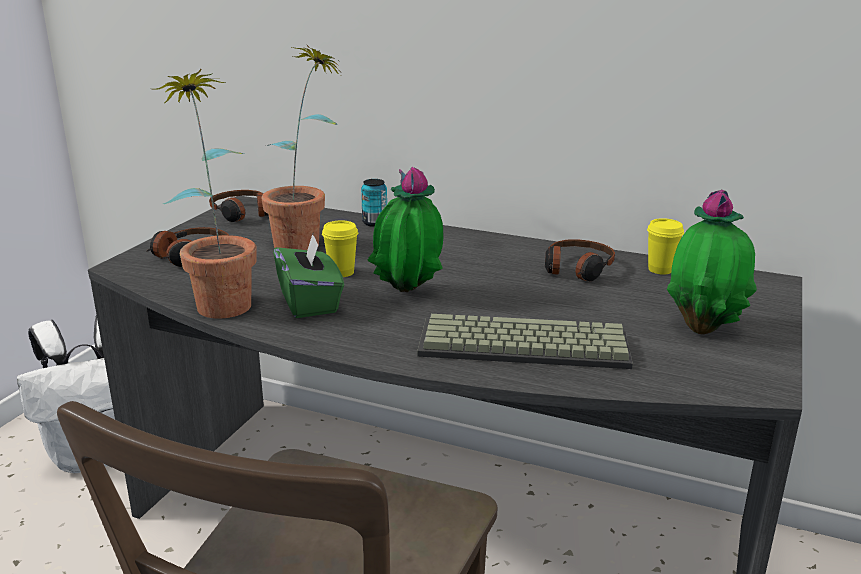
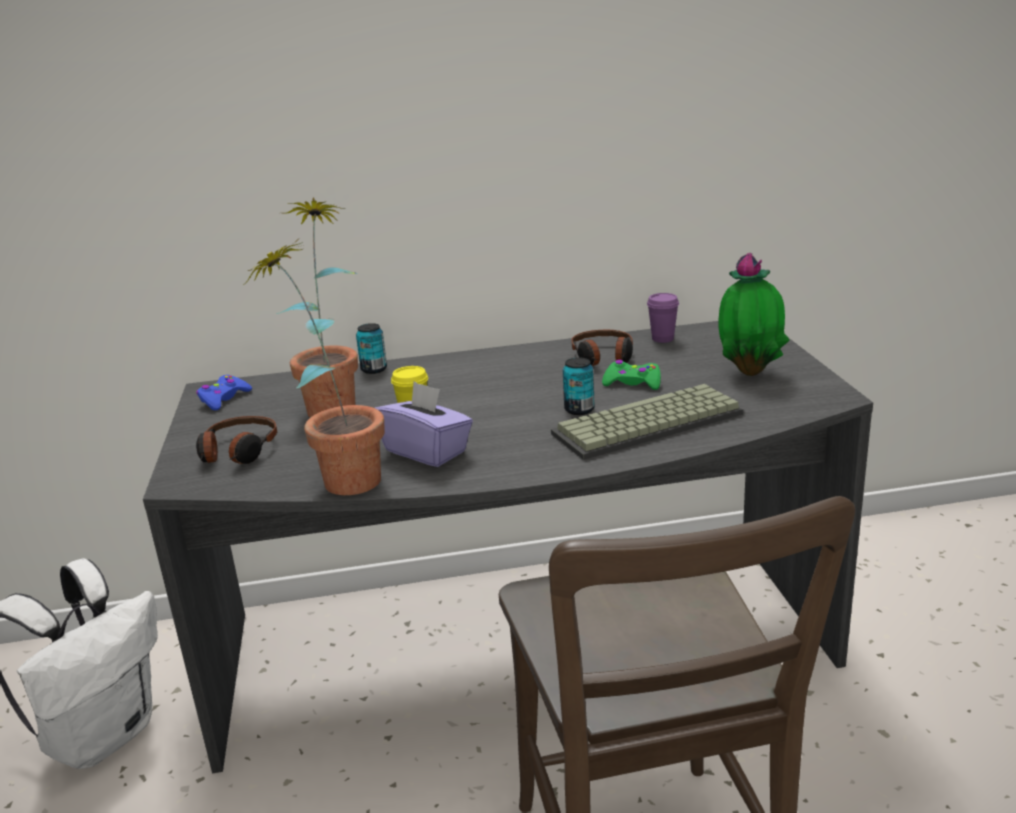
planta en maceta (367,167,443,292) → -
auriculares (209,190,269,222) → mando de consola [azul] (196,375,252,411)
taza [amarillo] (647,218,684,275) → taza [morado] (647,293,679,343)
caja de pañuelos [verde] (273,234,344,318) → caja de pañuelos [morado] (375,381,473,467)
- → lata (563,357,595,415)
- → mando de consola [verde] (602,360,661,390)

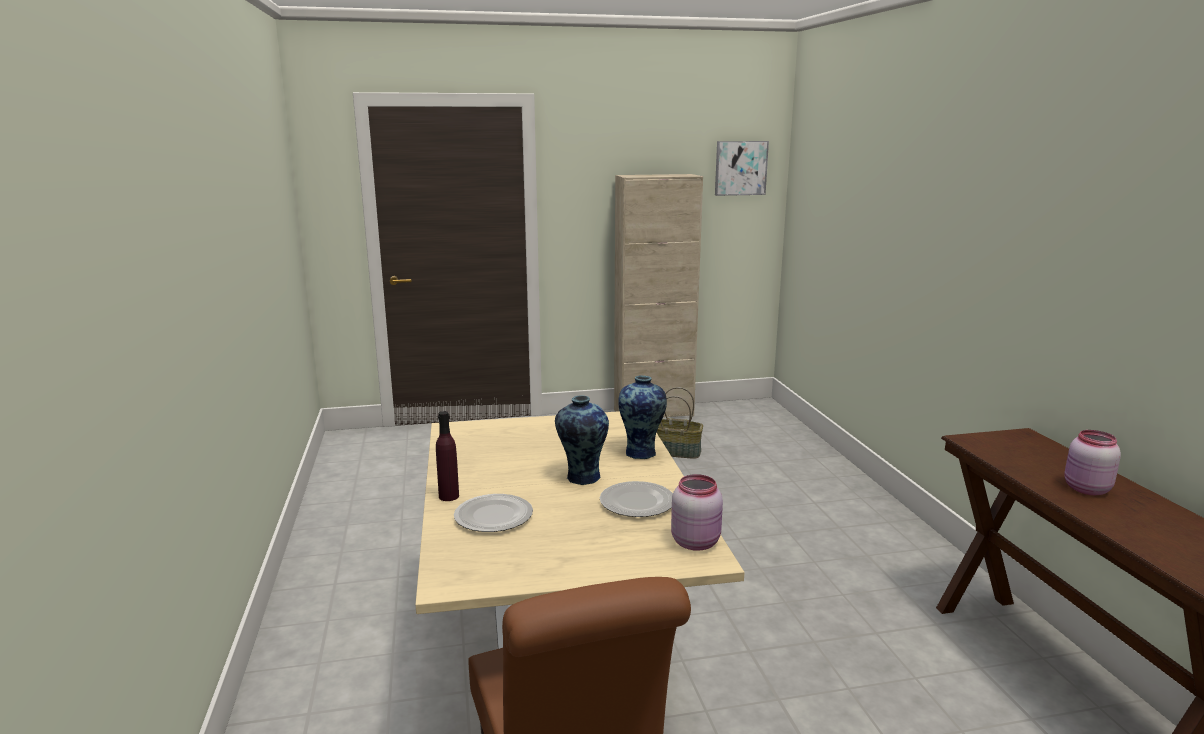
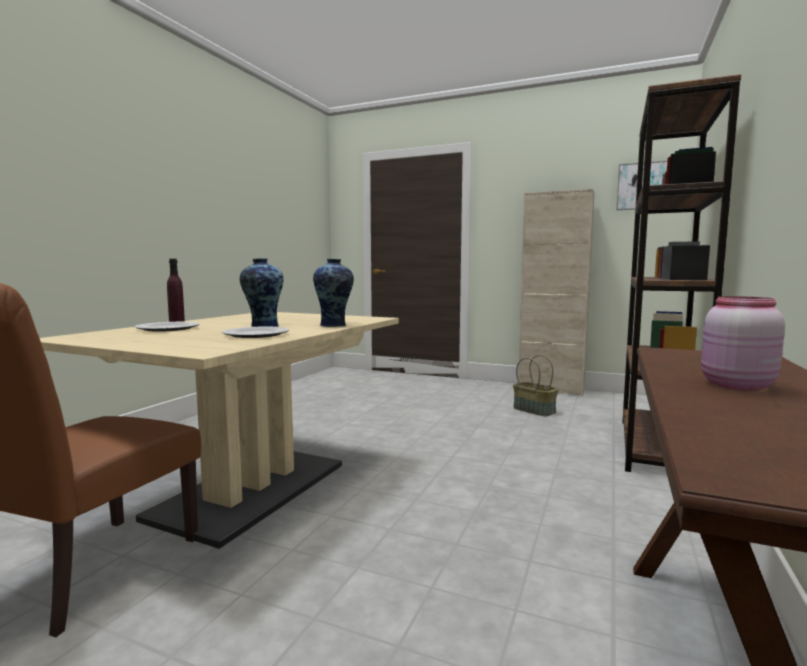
tarro [rosa] (671,474,723,551) → -
- → estantería [marrón] (622,74,741,472)

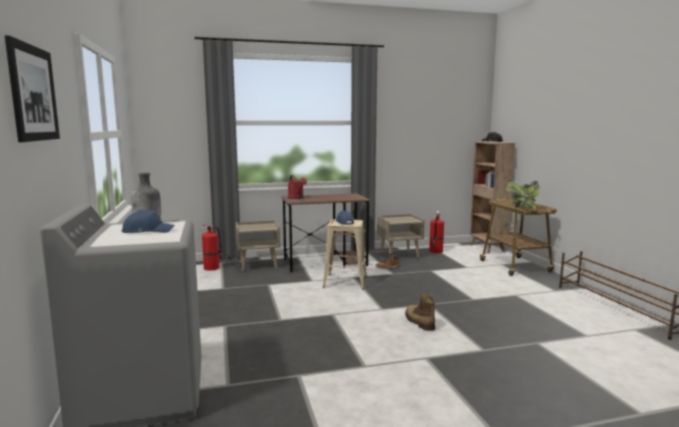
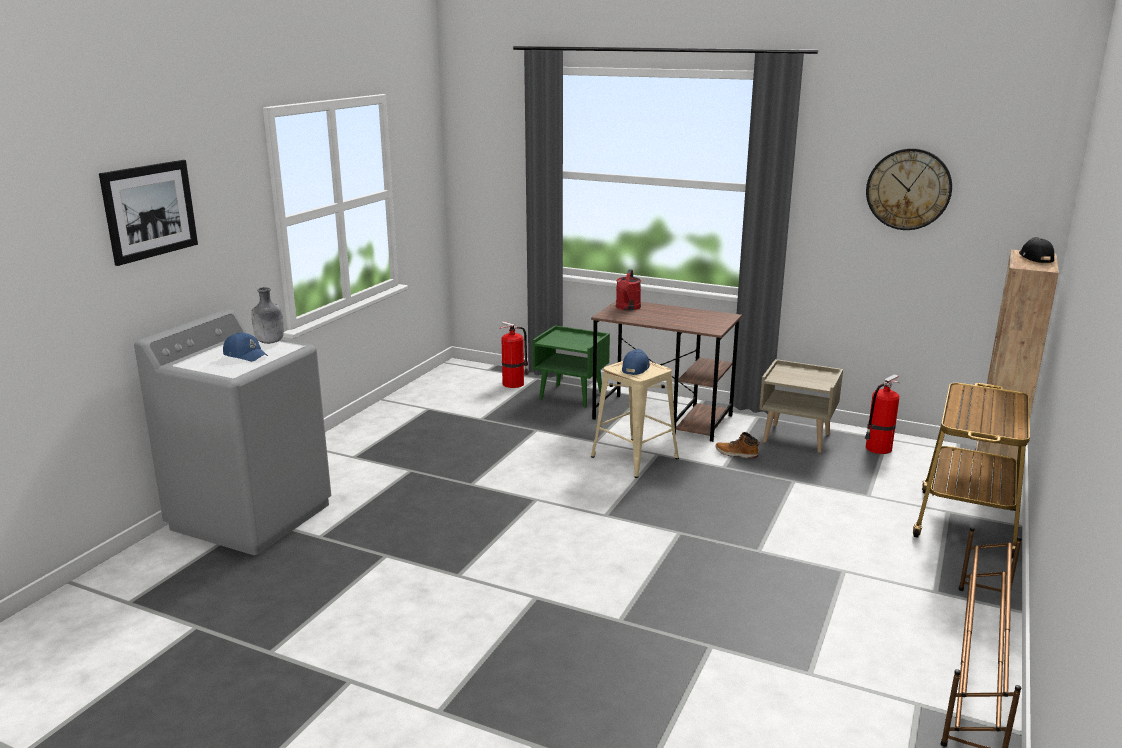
planta en maceta (506,180,540,209) → -
mesita de noche [beis] (236,220,280,271) → mesita de noche [verde] (533,326,610,408)
bota (405,294,435,331) → -
- → reloj de pared (866,148,952,230)

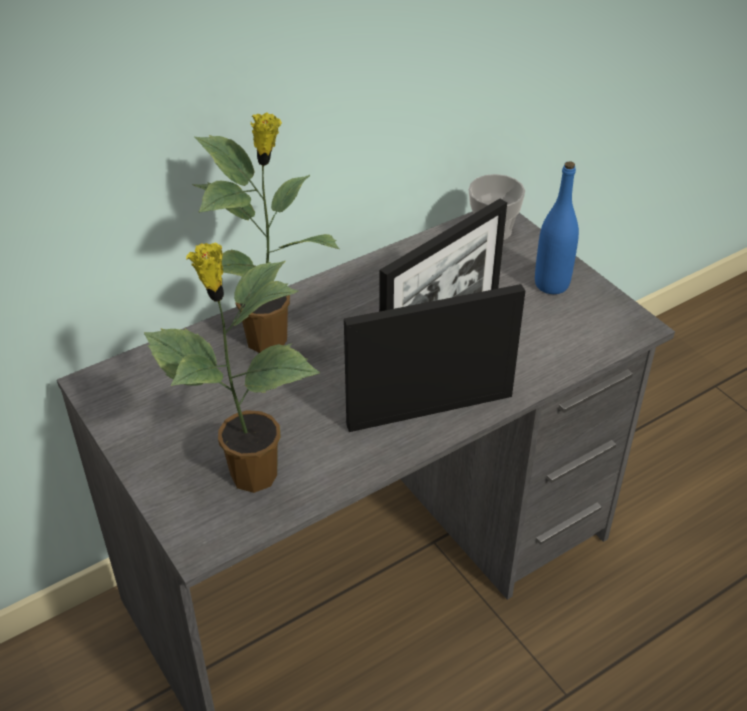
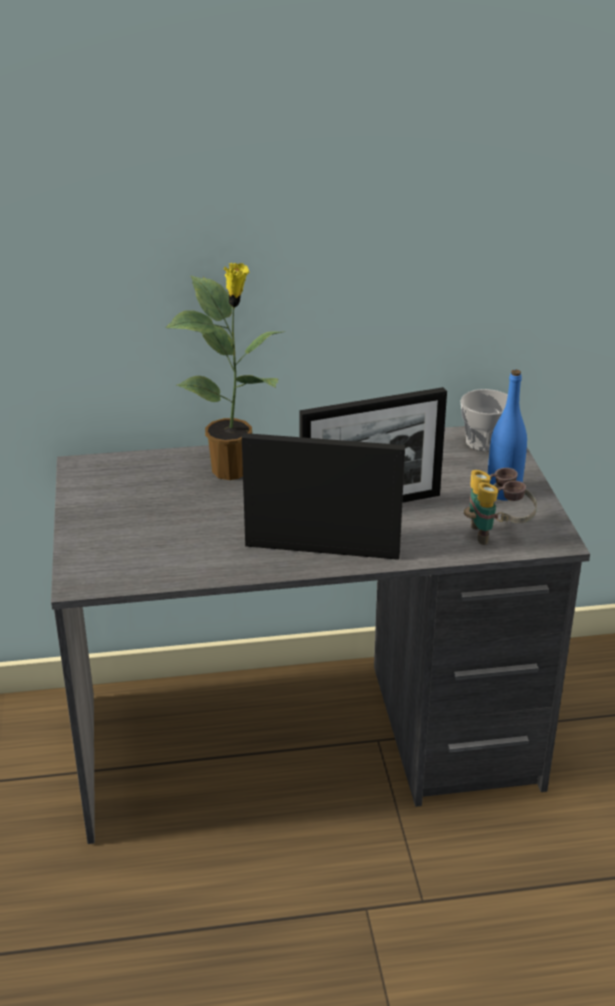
planta en maceta (144,243,320,493) → -
- → prismáticos (464,468,537,545)

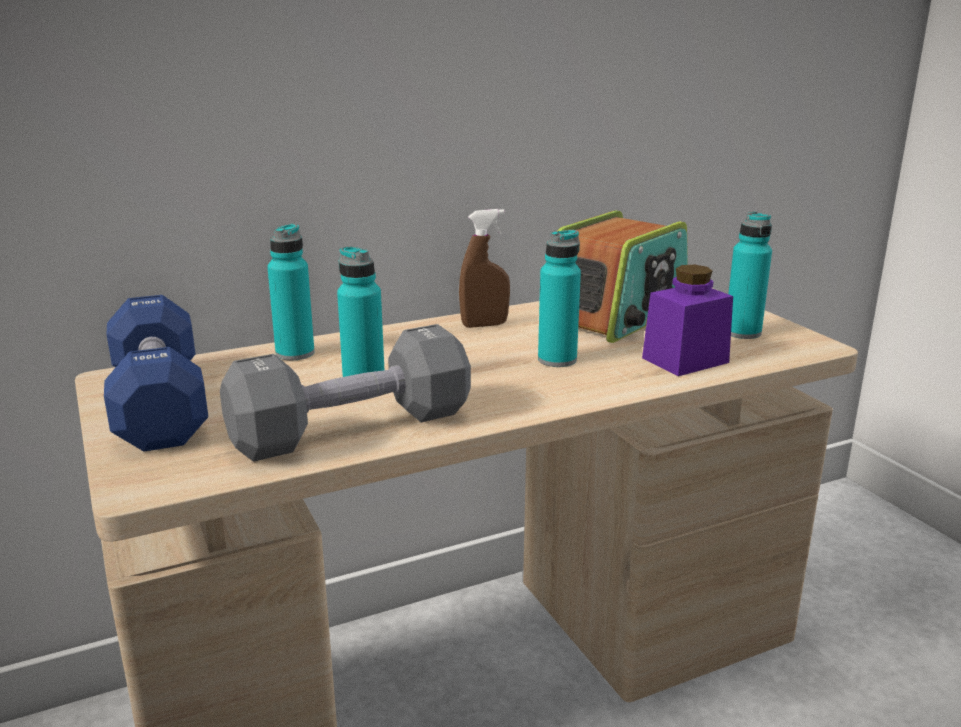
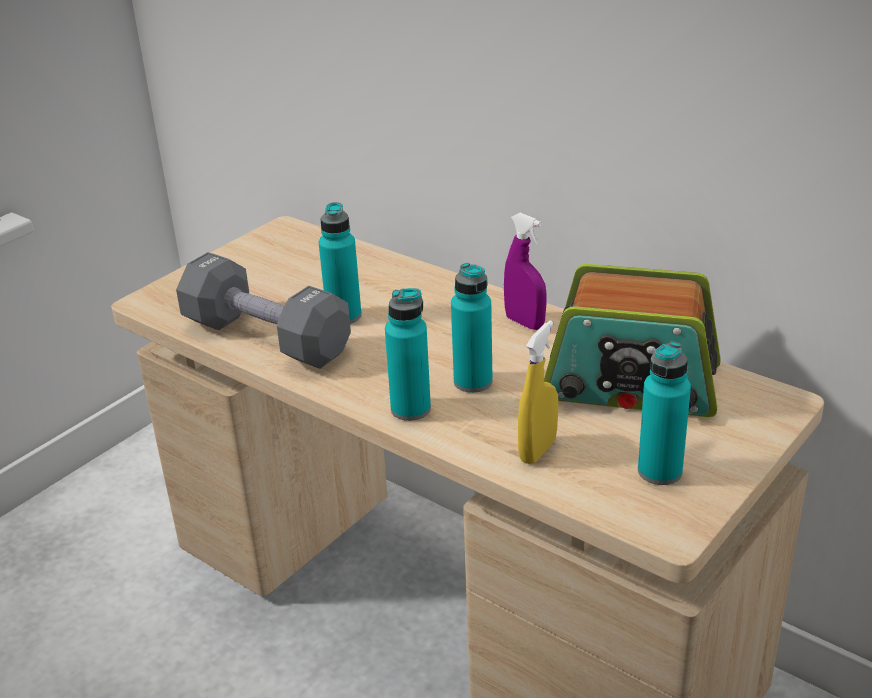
pulverizador [marrón] (459,209,510,328) → pulverizador [morado] (504,213,546,330)
botella [turquesa] (267,224,315,360) → botella [turquesa] (385,288,431,421), moved
tarro [morado] (642,265,733,376) → pulverizador [amarillo] (518,320,558,464)
mancuerna [azul] (104,295,208,452) → -

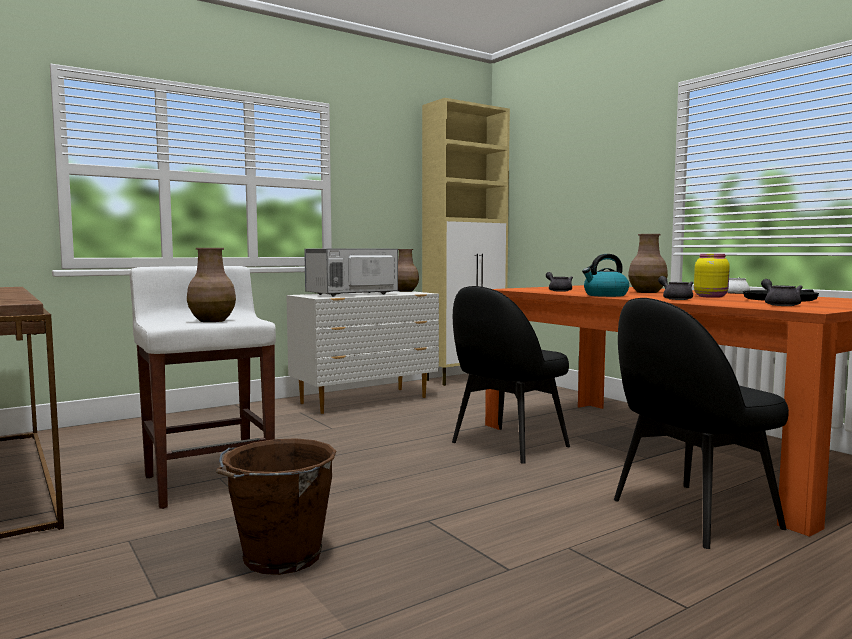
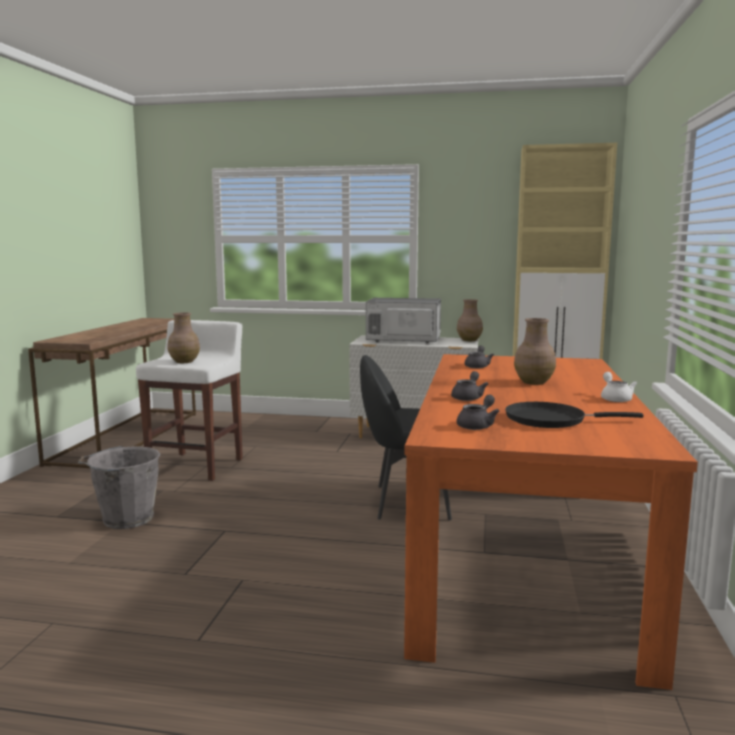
hervidor (582,254,629,297) → -
tarro [amarillo] (694,254,730,298) → -
silla [negro] (614,298,789,549) → -
cubo [marrón] (216,438,336,575) → cubo [gris] (78,446,161,529)

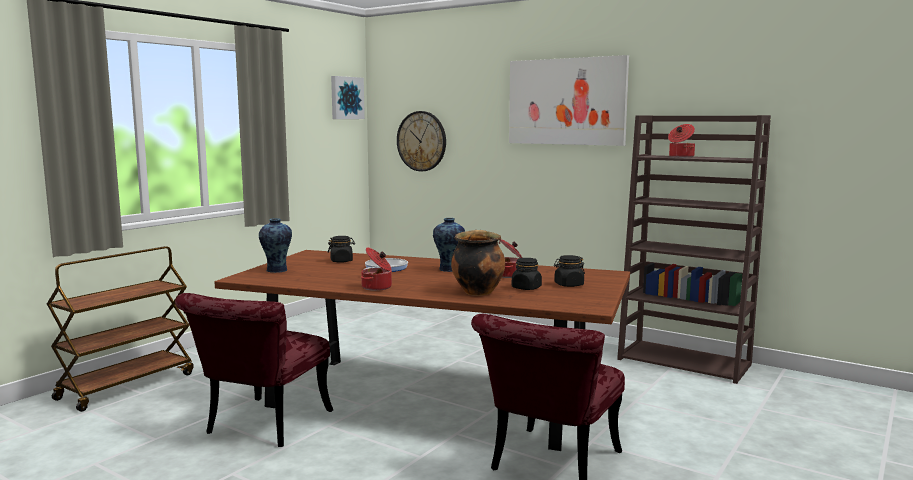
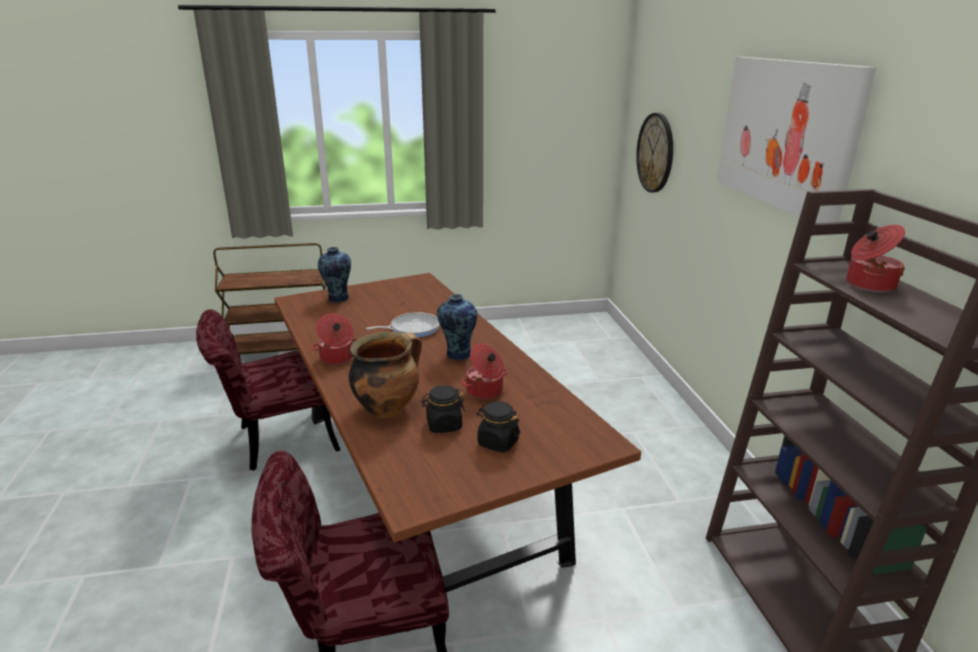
cuadro (331,76,365,119) → -
tarro [negro] (328,236,355,263) → -

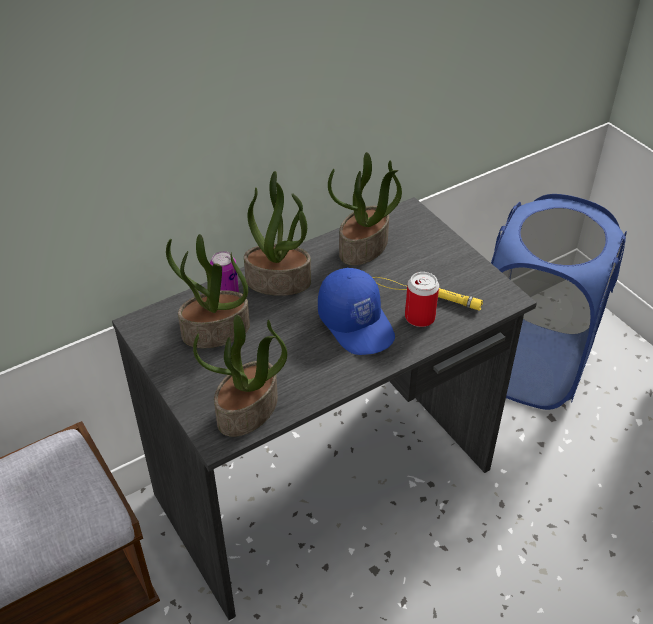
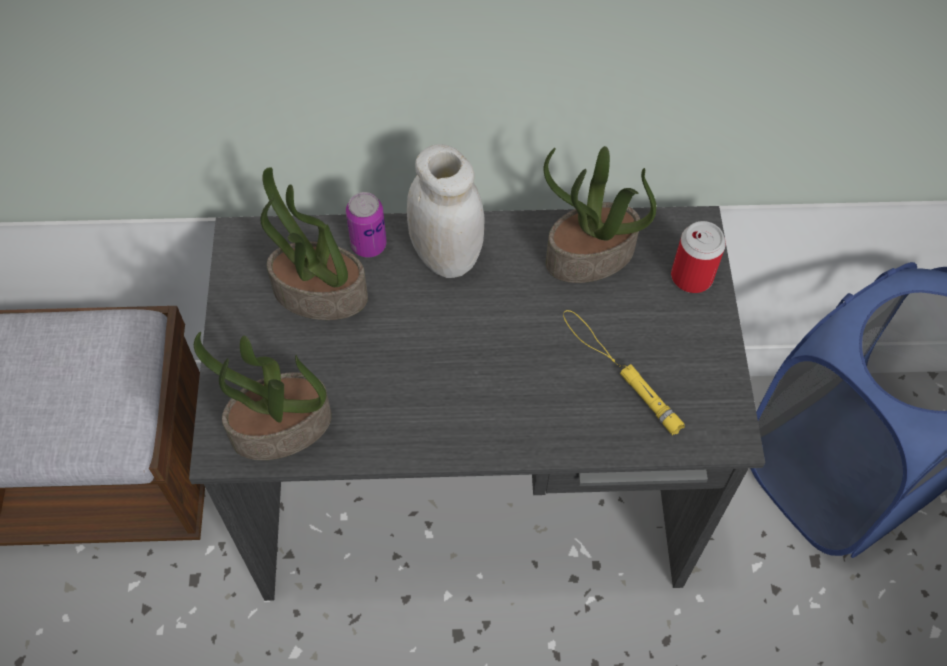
planta en maceta (244,171,311,296) → tarro [blanco] (407,144,485,278)
gorra [azul] (318,268,395,355) → -
lata (405,272,439,327) → lata (671,221,726,293), moved

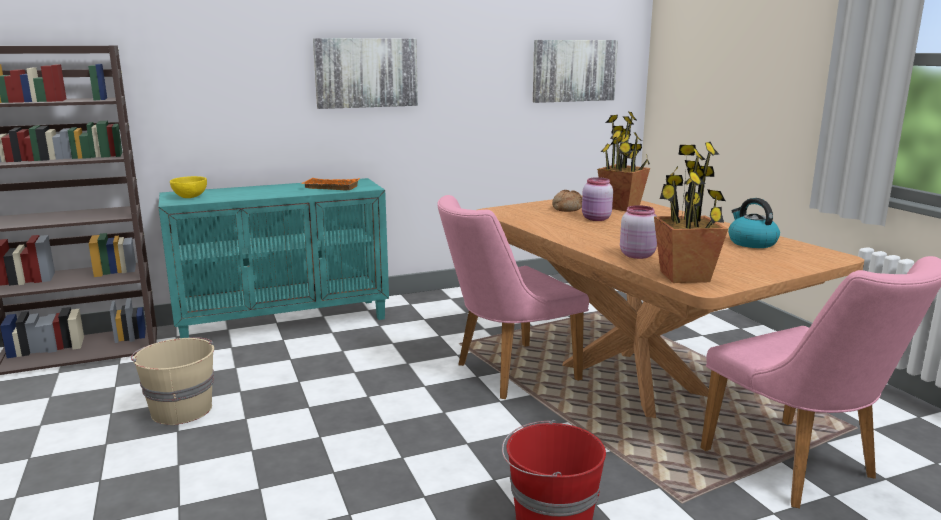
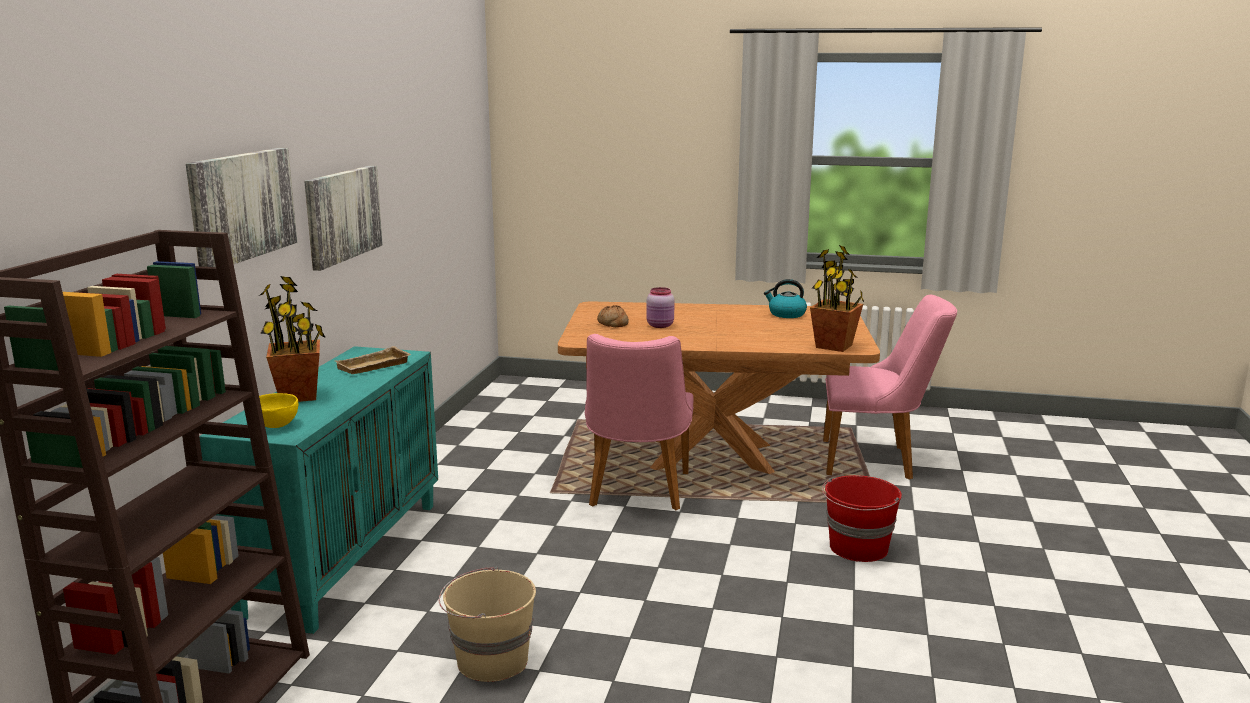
cuadro (533,40,618,103) → cuadro (186,148,297,267), moved
planta en maceta (597,112,650,211) → planta en maceta (259,276,326,402), moved
bandeja [naranja] (301,178,360,190) → bandeja [beis] (335,346,411,374)
tarro [rosa] (620,205,657,259) → -

